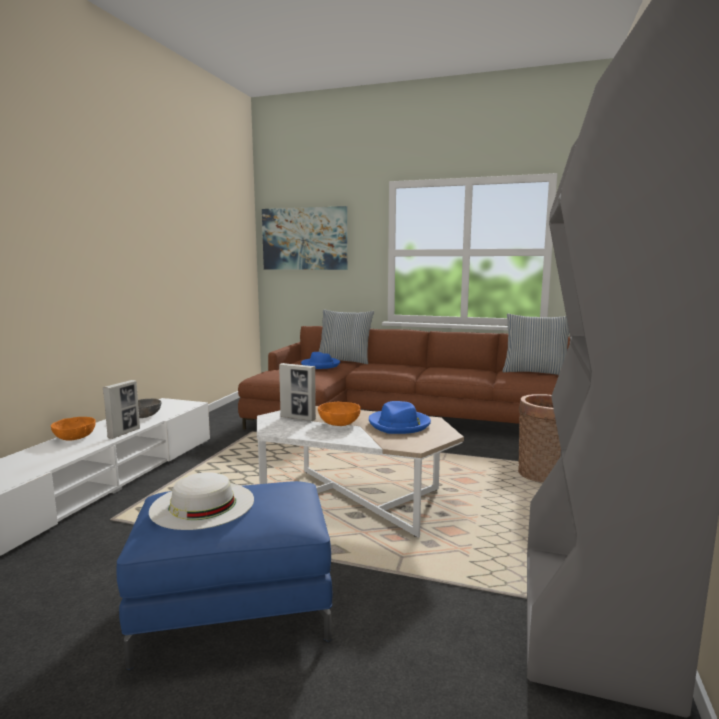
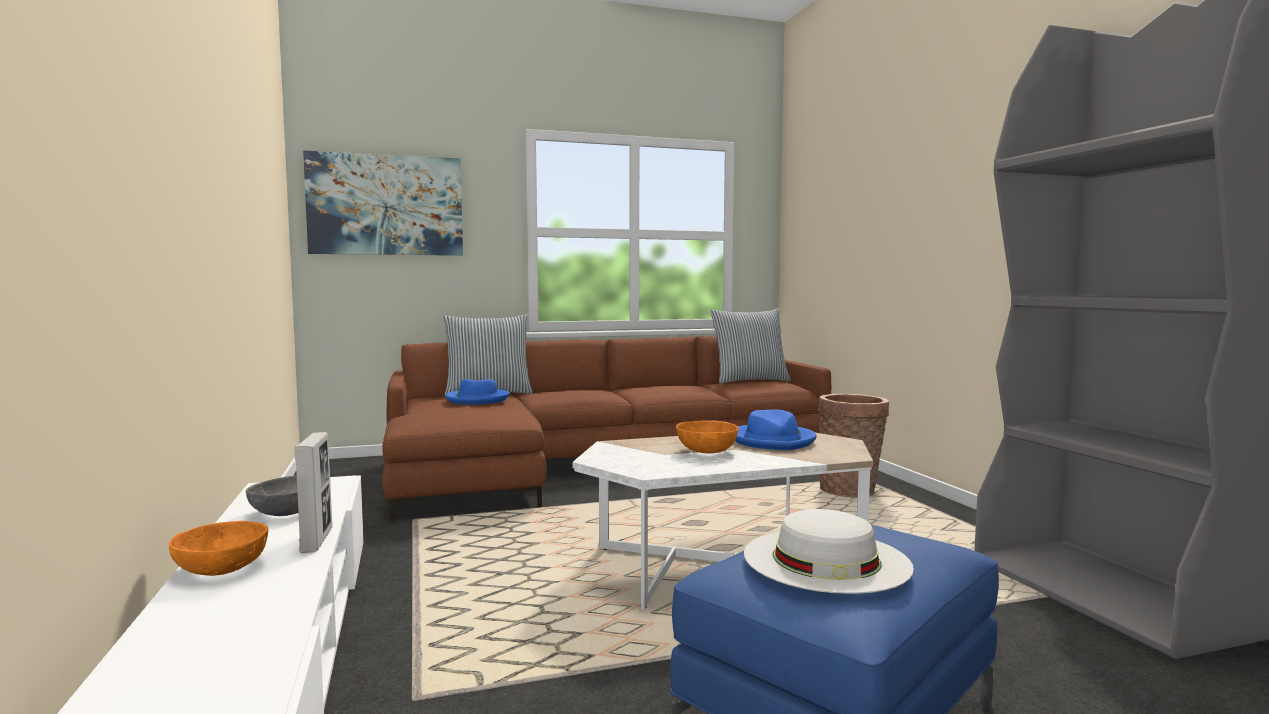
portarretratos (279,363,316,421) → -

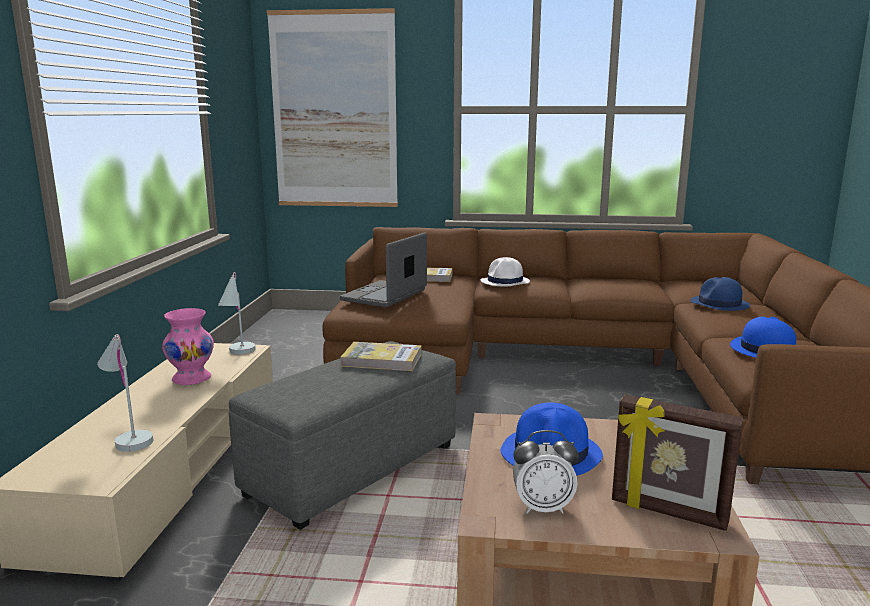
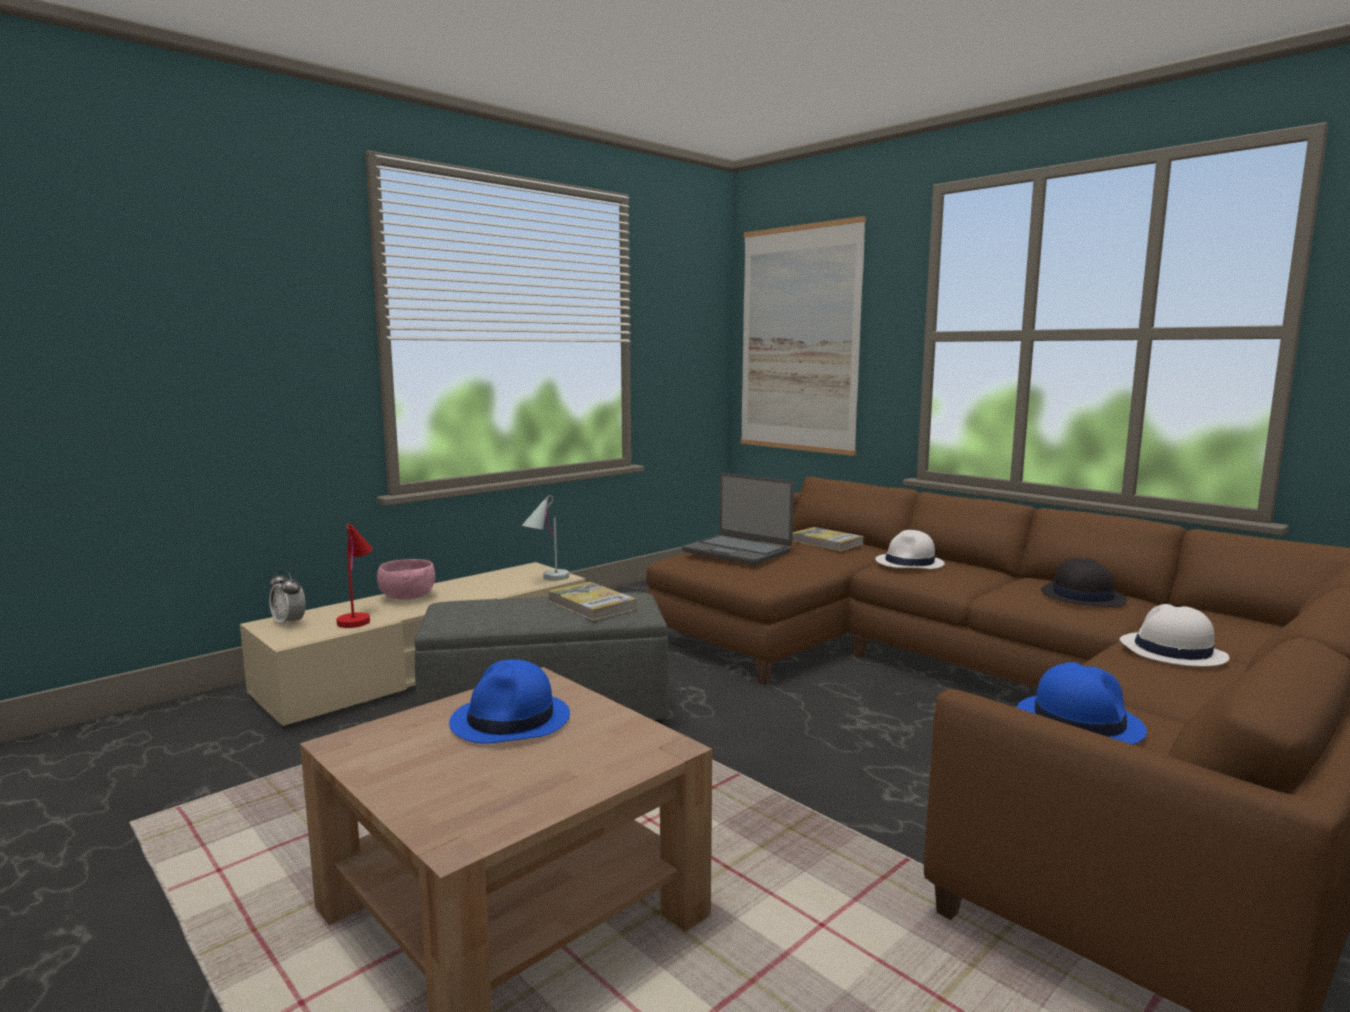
portátil (340,232,427,307) → portátil (682,473,794,565), 120 degrees counterclockwise
sombrero [azul] (690,277,750,311) → sombrero [blanco] (1119,604,1229,667)
florero [rosa] (162,308,214,385) → -
lámpara de mesa [blanco] (97,334,153,452) → lámpara de mesa [rojo] (337,523,372,628)
portarretratos (612,394,743,531) → -
despertador (513,430,579,514) → despertador (269,569,306,627), moved
- → sombrero [negro] (1041,558,1127,607)
- → cuenco [rosa] (377,559,436,600)

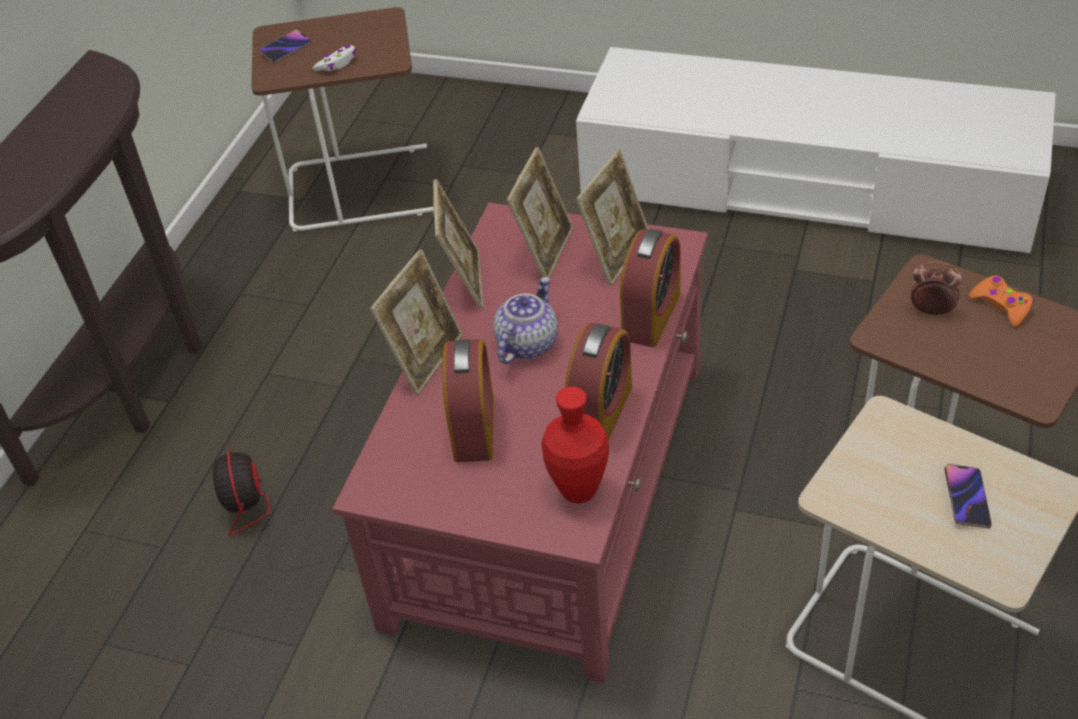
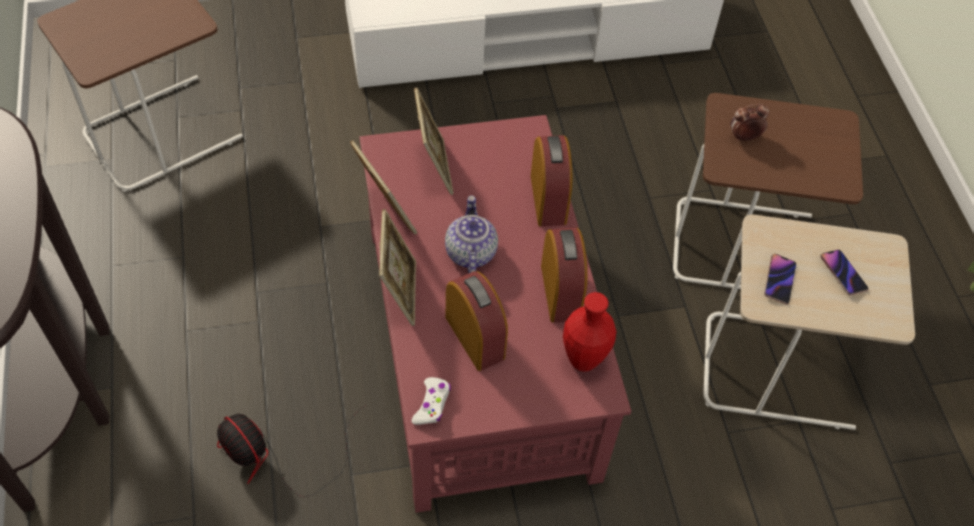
móvil (260,30,311,63) → móvil (764,254,796,305), moved
mando de consola [blanco] (312,45,356,71) → mando de consola [blanco] (412,377,451,425), moved
portarretratos (576,149,649,285) → -
mando de consola [naranja] (969,275,1034,327) → -

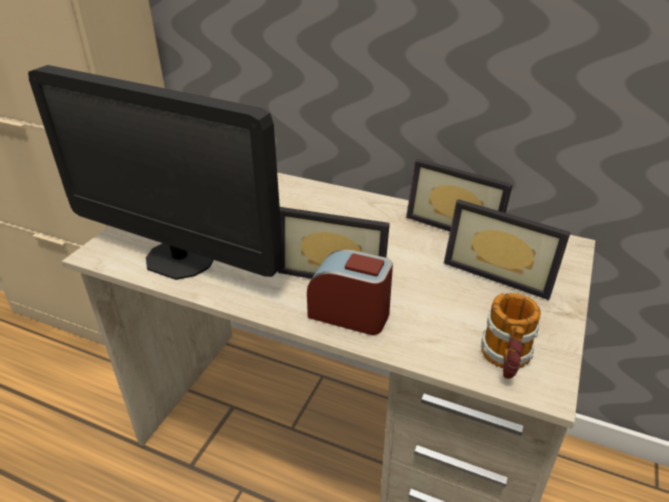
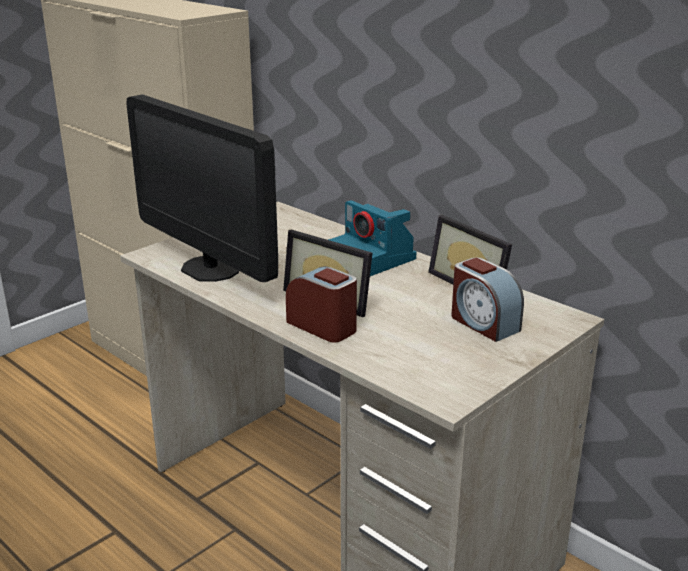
portarretratos (444,199,571,300) → despertador (451,258,524,342)
taza grande (481,293,541,379) → -
- → cámara (328,200,416,276)

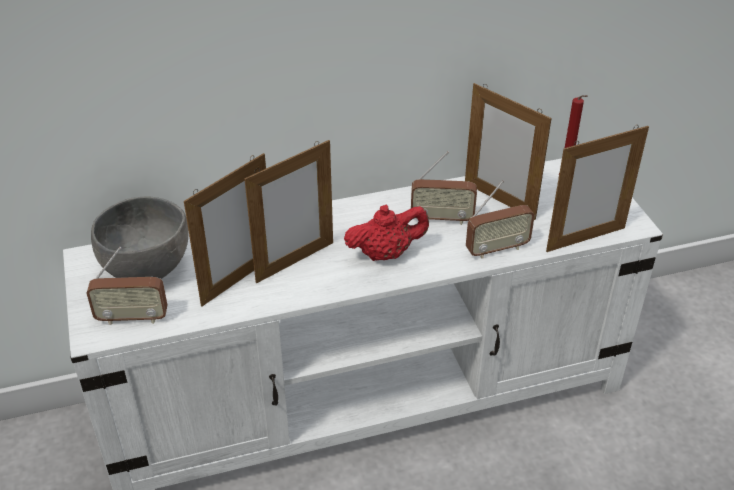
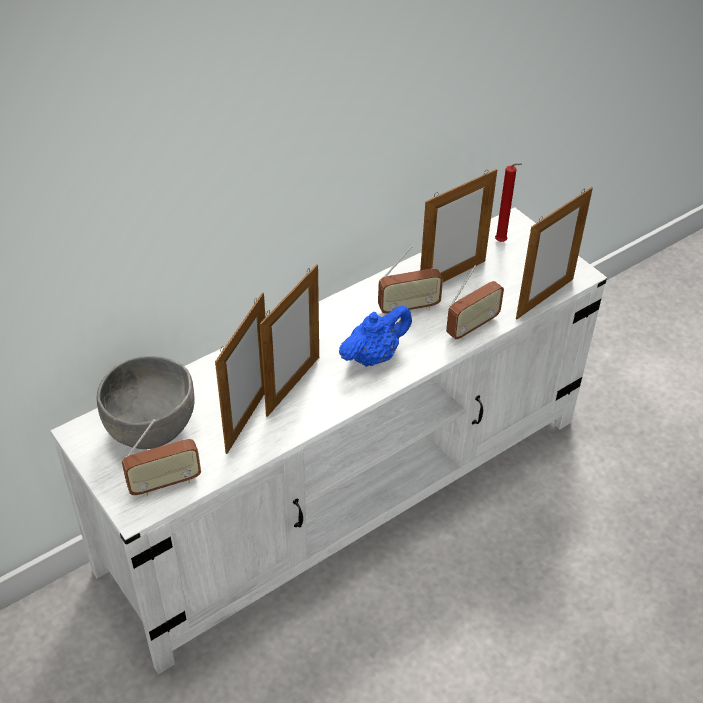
portarretratos (465,83,552,220) → portarretratos (420,169,497,282), 60 degrees counterclockwise
tetera [rojo] (344,205,429,261) → tetera [azul] (339,305,412,367)

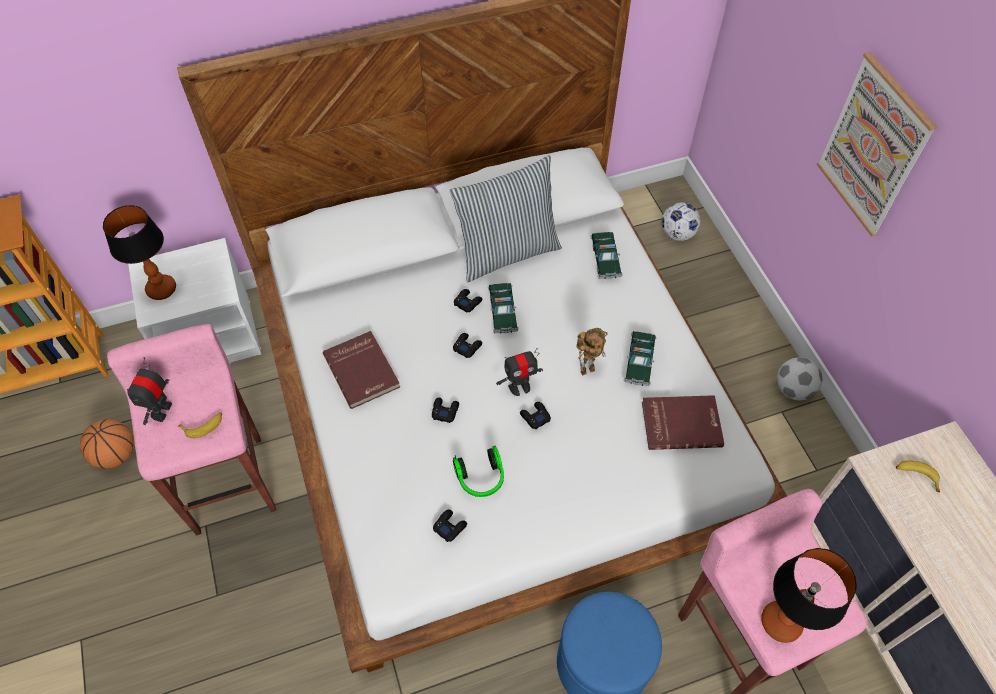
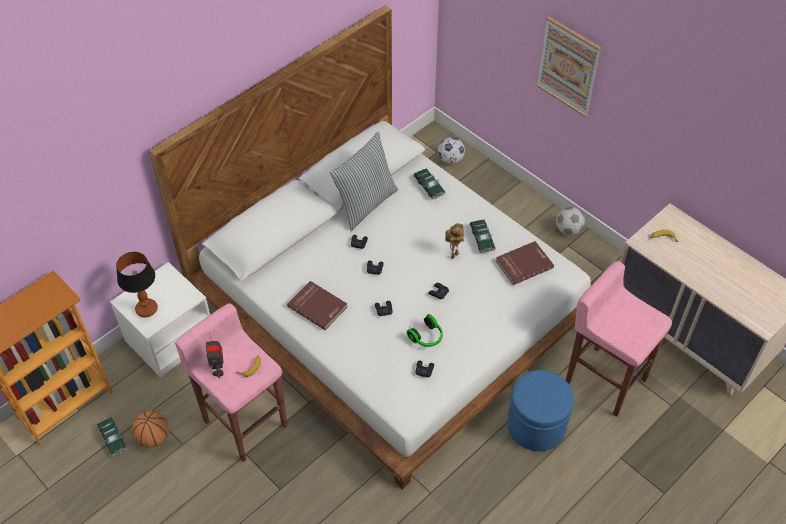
coche de juguete (488,283,519,334) → coche de juguete (96,417,128,457), moved
robot de juguete (496,348,543,396) → -
lámpara de mesa (761,548,857,643) → -

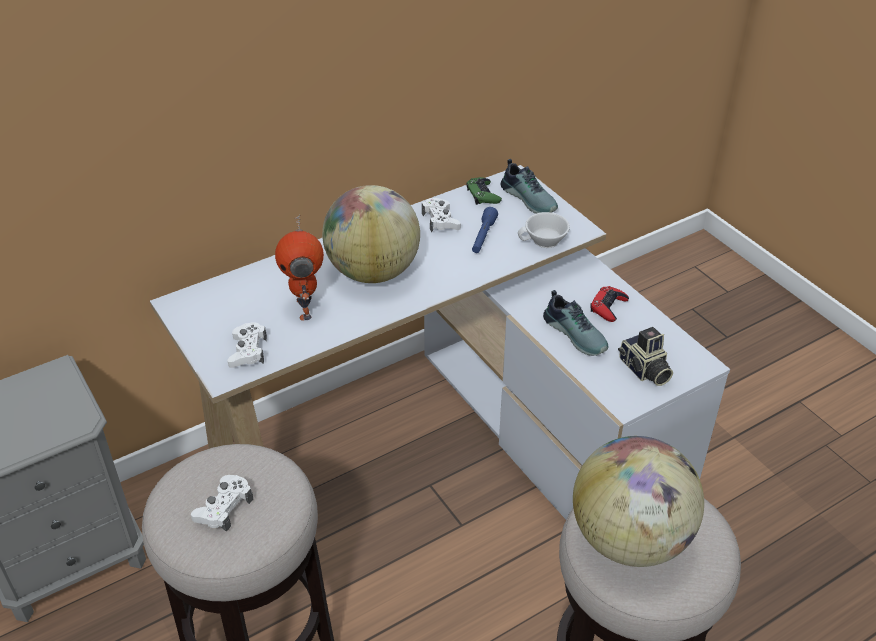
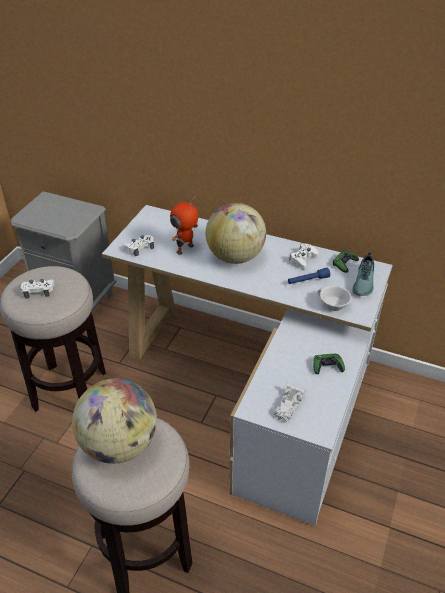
mando de consola [rojo] (590,286,629,322) → mando de consola [verde] (313,354,345,374)
zapato (543,290,609,356) → -
cámara (618,327,673,386) → coche de juguete [blanco] (273,383,306,422)

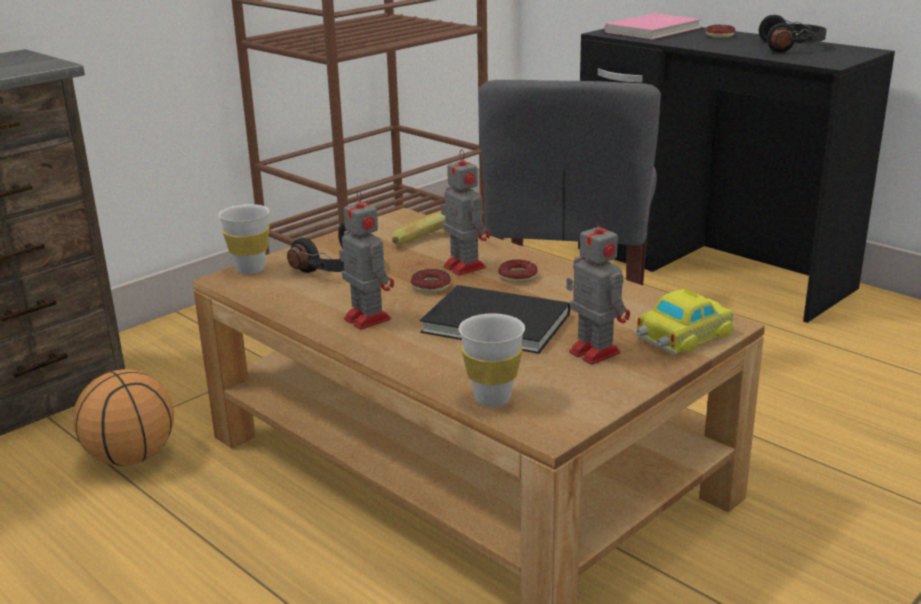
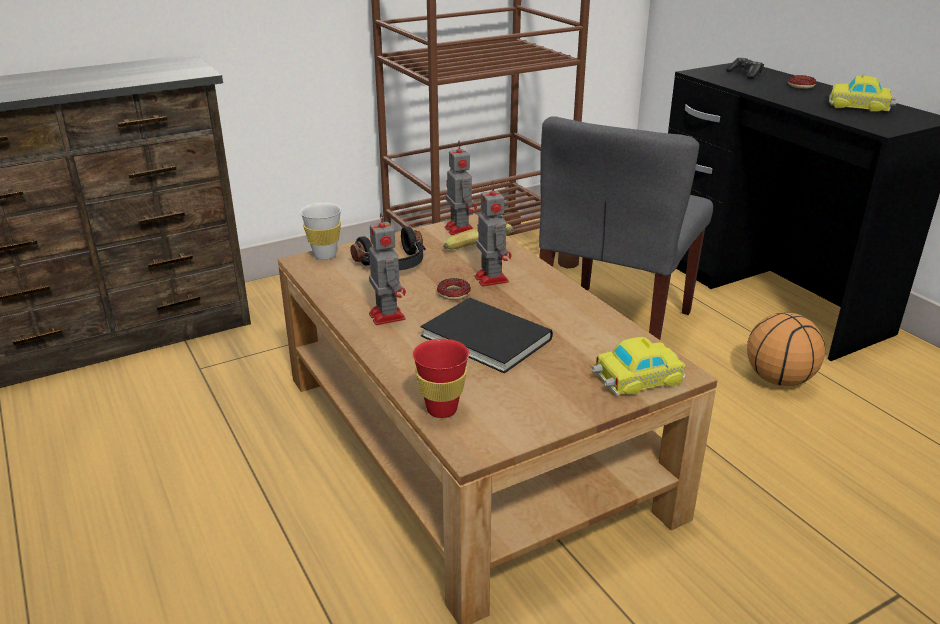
libro [rosa] (604,13,701,39) → mando de consola (726,58,764,79)
auriculares [negro] (759,15,827,52) → coche de juguete (829,75,897,112)
robot de juguete (566,214,630,365) → robot de juguete (445,141,477,235), moved
rosquilla (498,260,538,283) → -
taza [blanco] (459,314,525,407) → taza [rojo] (413,339,469,418)
balón de baloncesto (73,369,174,466) → balón de baloncesto (747,313,825,386), moved

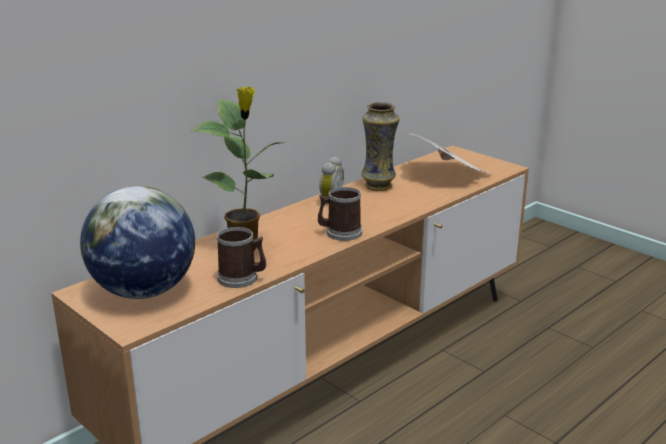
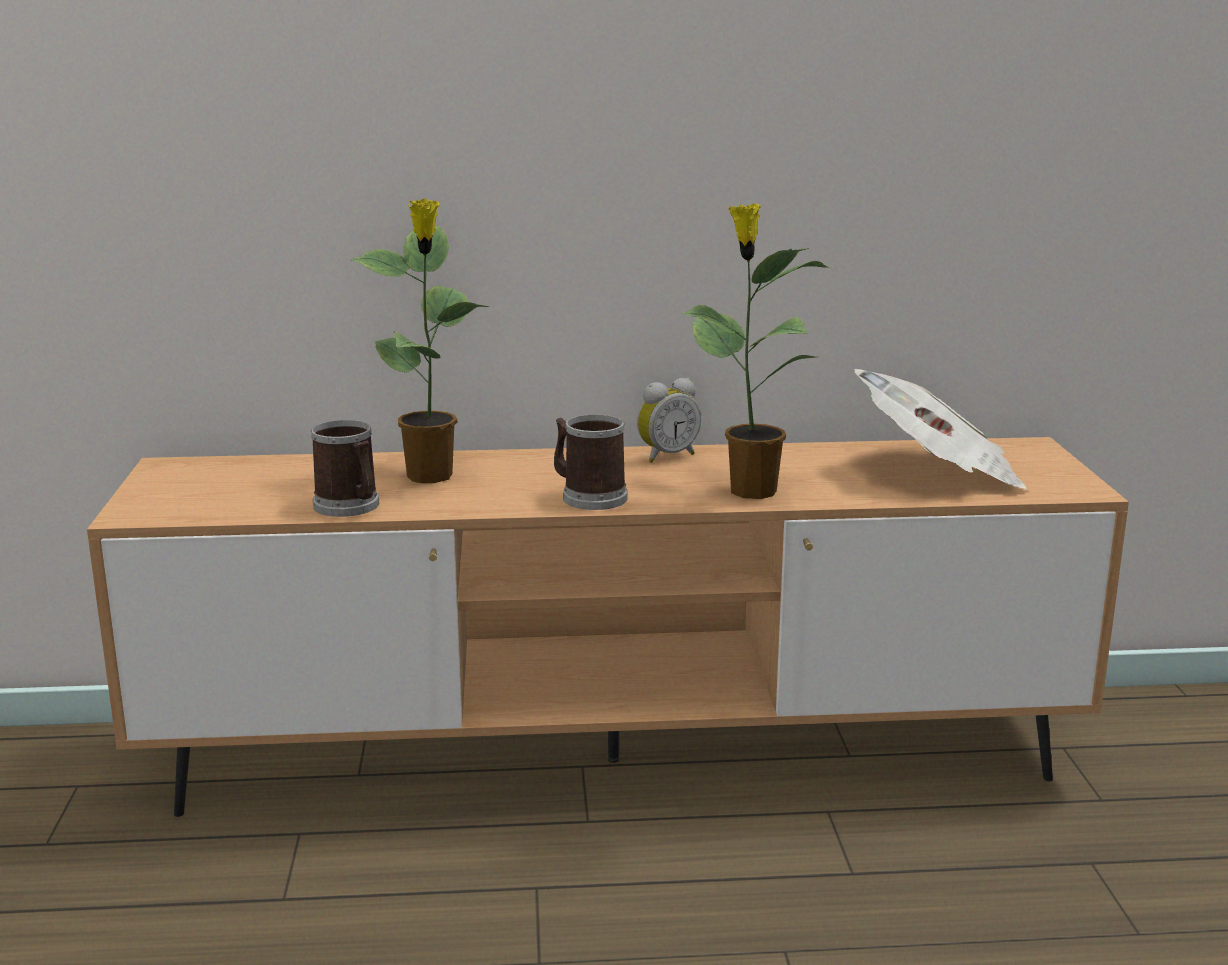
florero (361,102,400,191) → -
globo terráqueo (80,186,195,299) → -
- → planta en maceta (681,204,831,499)

